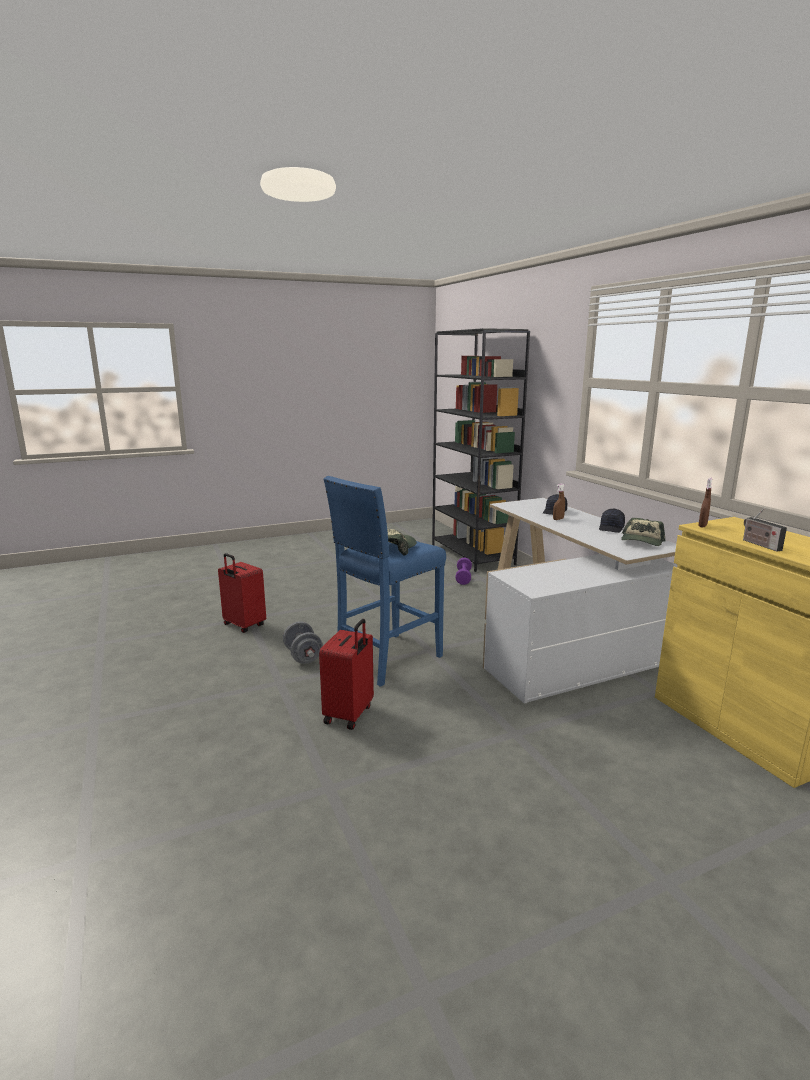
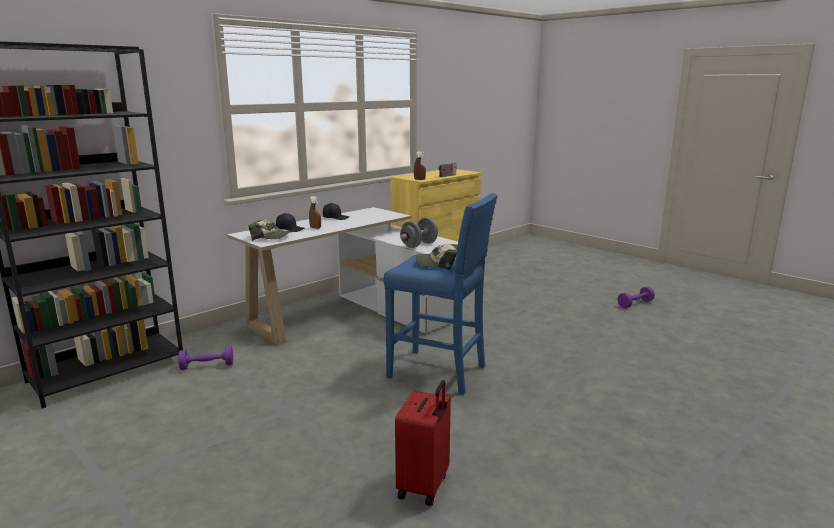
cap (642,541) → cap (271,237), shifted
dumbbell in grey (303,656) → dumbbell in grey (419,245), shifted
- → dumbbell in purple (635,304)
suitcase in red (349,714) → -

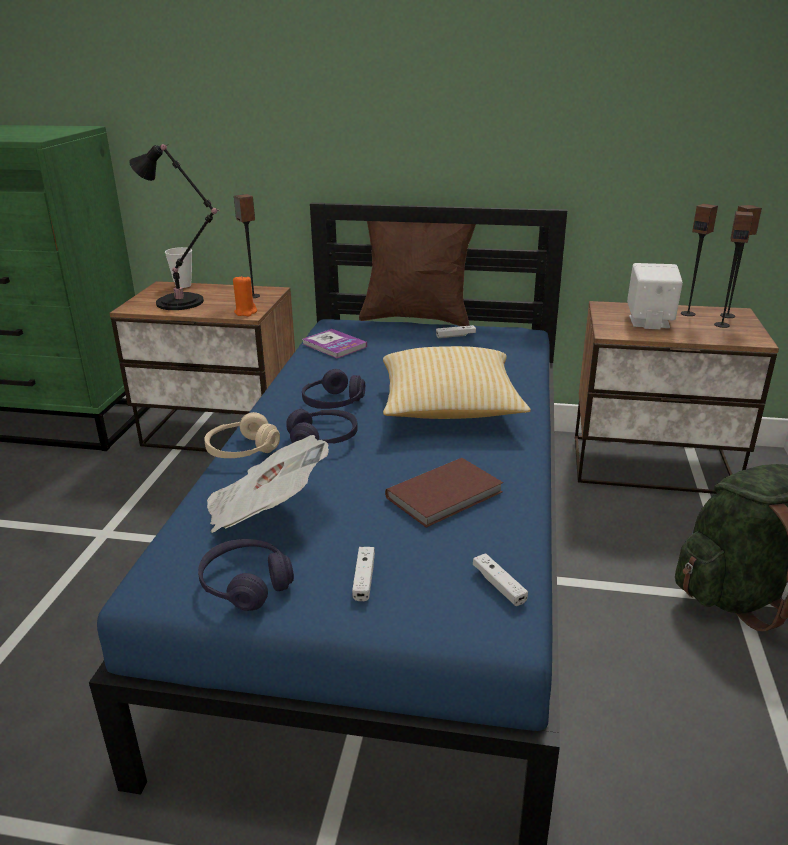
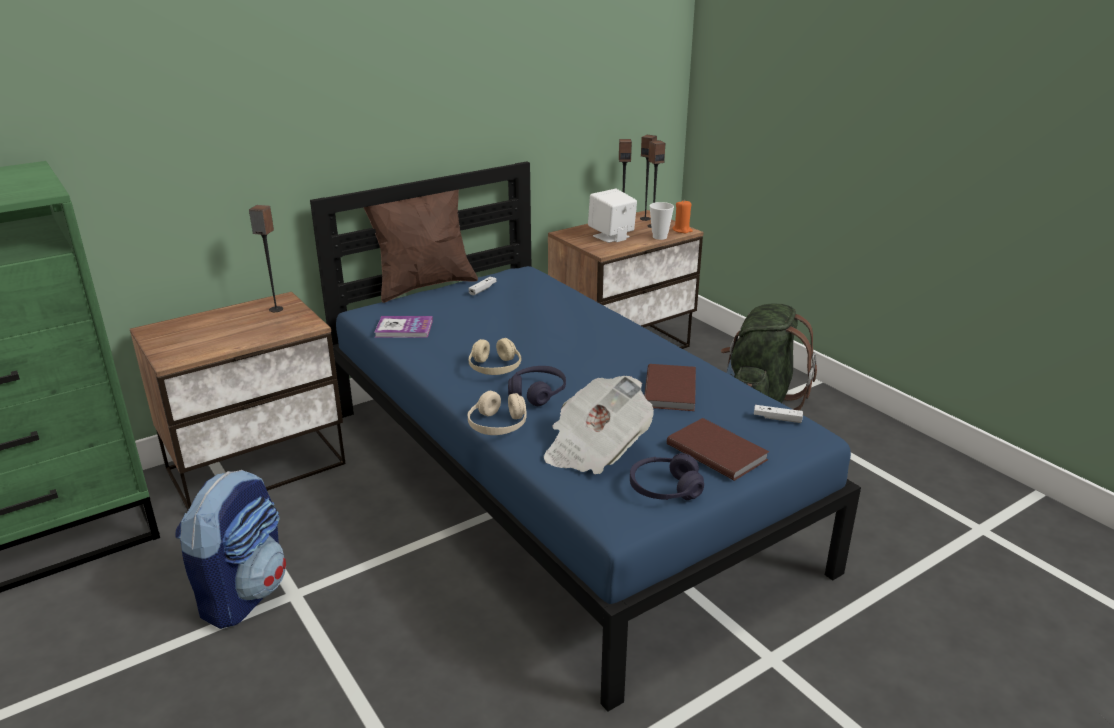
- → backpack (244,593)
headphones in purple (333,403) → headphones in beige (495,368)
cup (183,285) → cup (659,237), shifted
game controller in white (364,579) → book in brown (717,451)
candle in orange (245,312) → candle in orange (682,230), shifted
table lamp in black (183,303) → -
pillow (449,408) → -

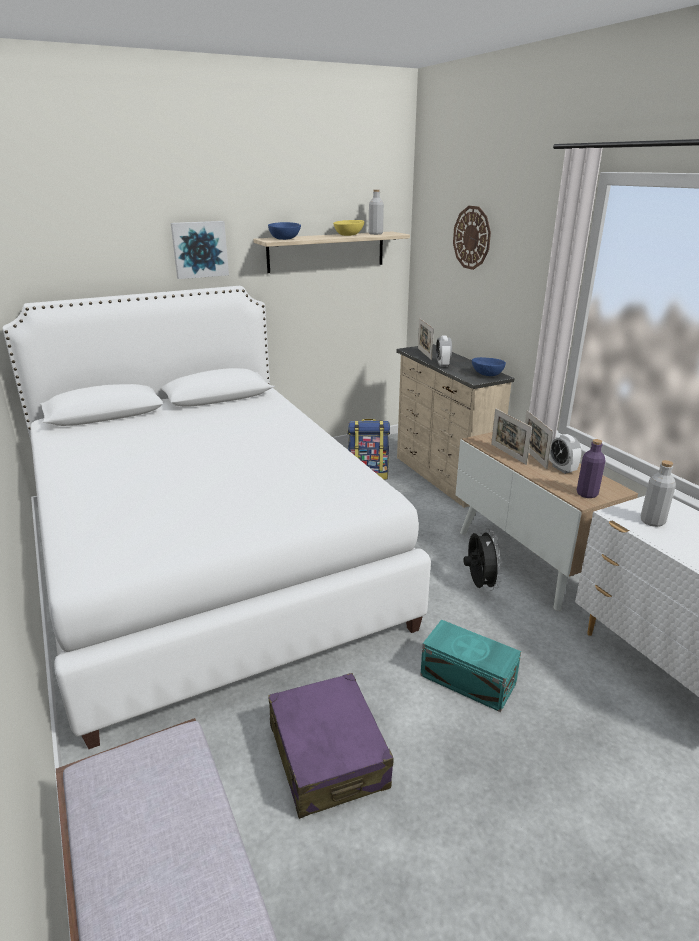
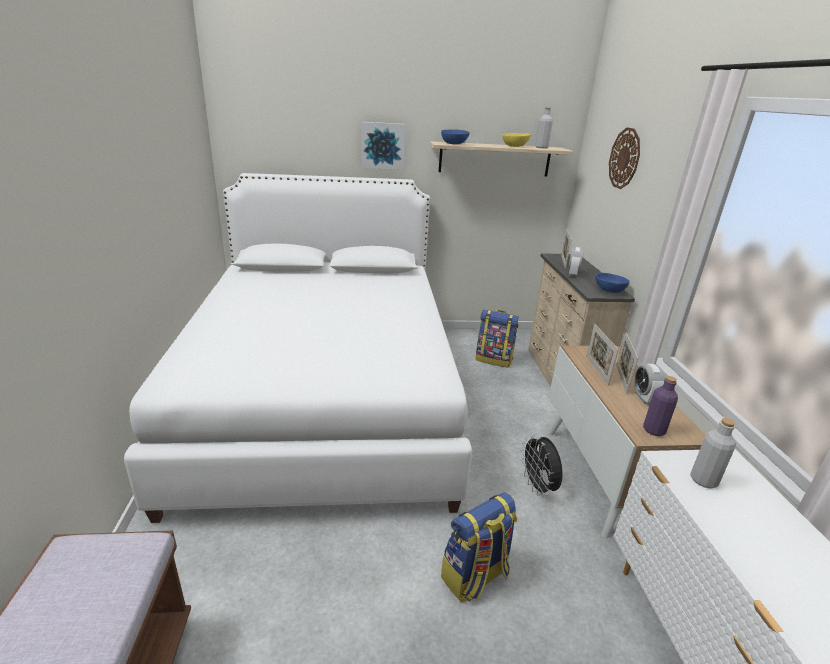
storage box in turquoise (468,681) → backpack (475,577)
fan in black (479,584) → fan in black (538,487), 150 degrees clockwise
suitcase in purple (328,756) → -

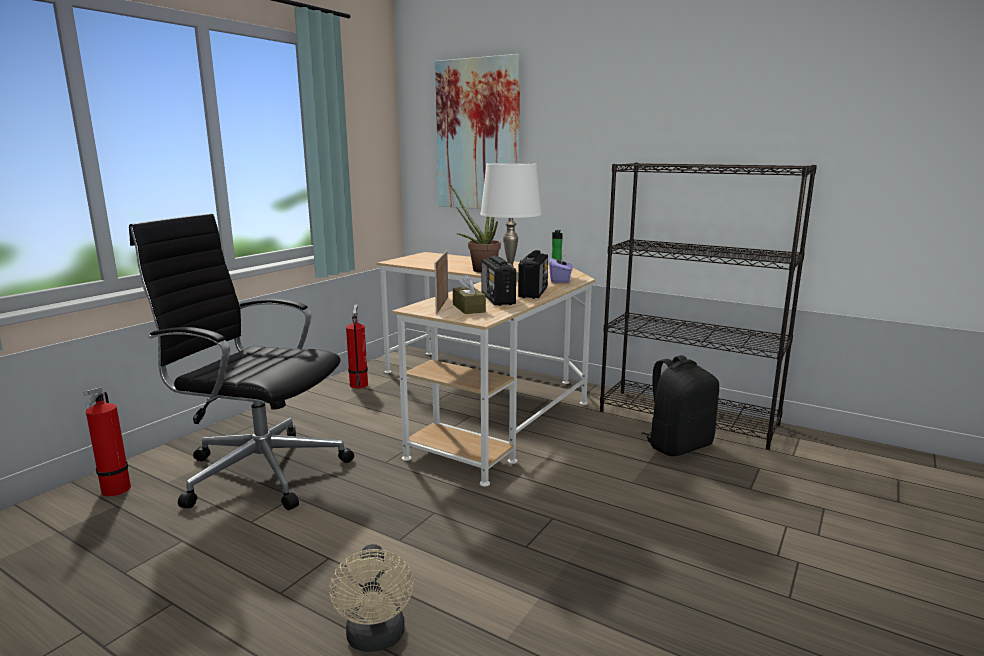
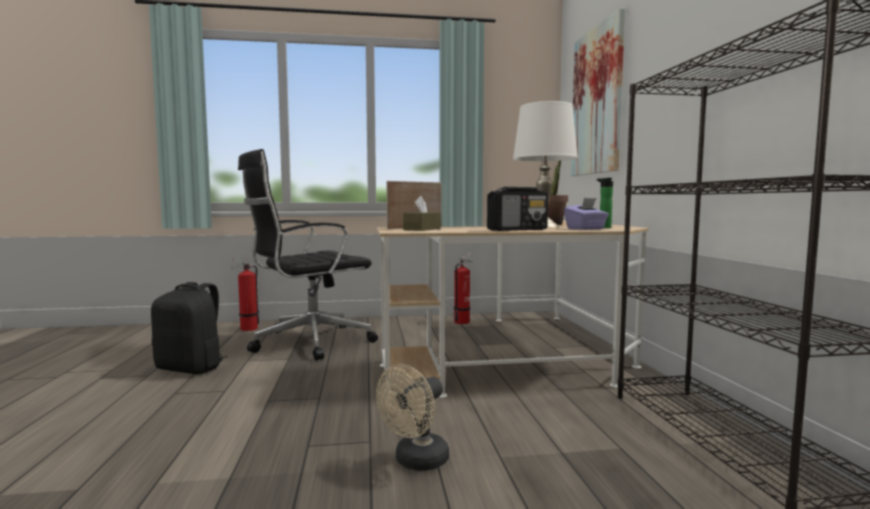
backpack in black (678,445) → backpack in black (191,368), shifted
office chair in black (260,470) → office chair in black (308,342), 105 degrees counterclockwise
fan in beige (376,639) → fan in beige (416,462), shifted
radio (498,299) → -

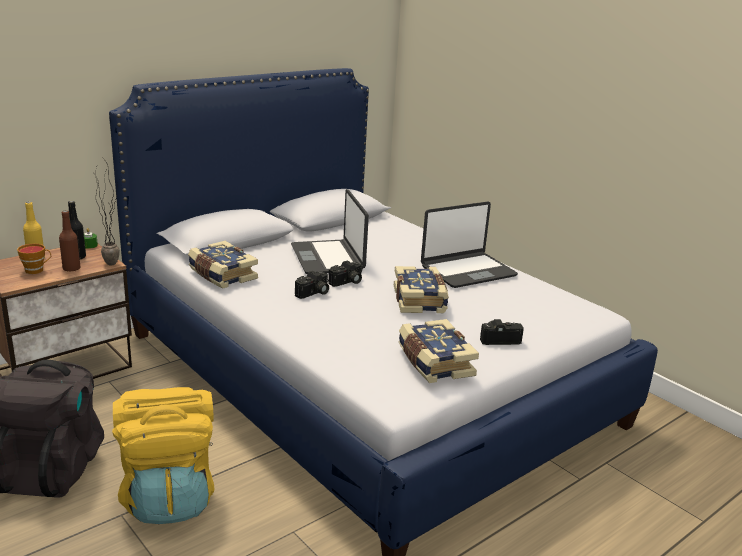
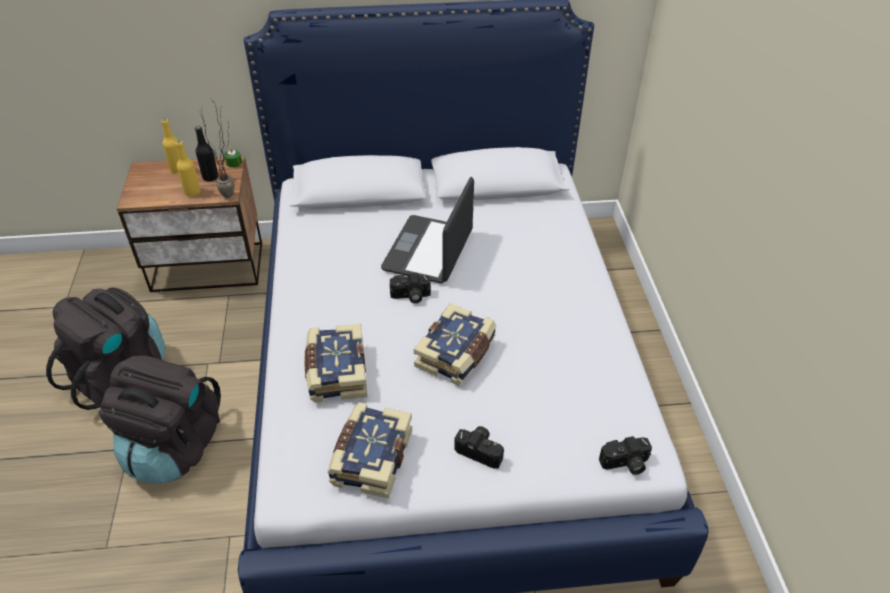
backpack in yellow (169,496) → backpack in black (174,446)
bottle in brown (71,268) → bottle in yellow (192,192)
book (221,275) → book (336,372), shifted
photo camera (314,293) → photo camera (625,464), shifted
cup (36,270) → -
laptop (467,271) → -

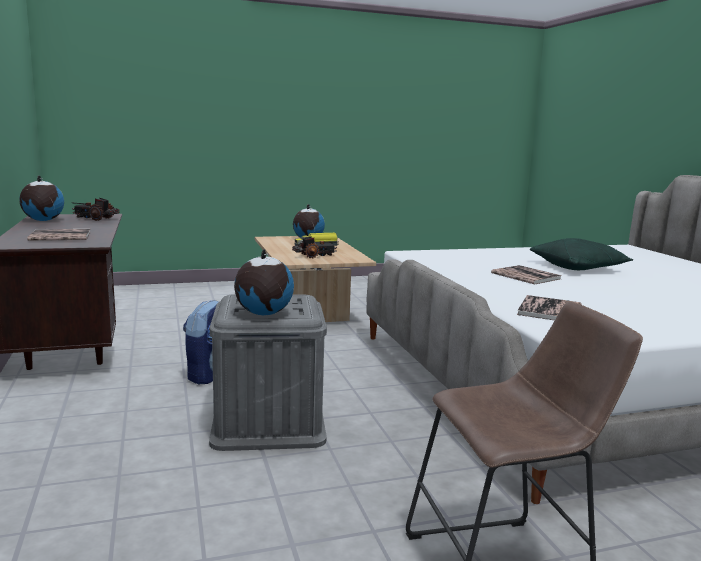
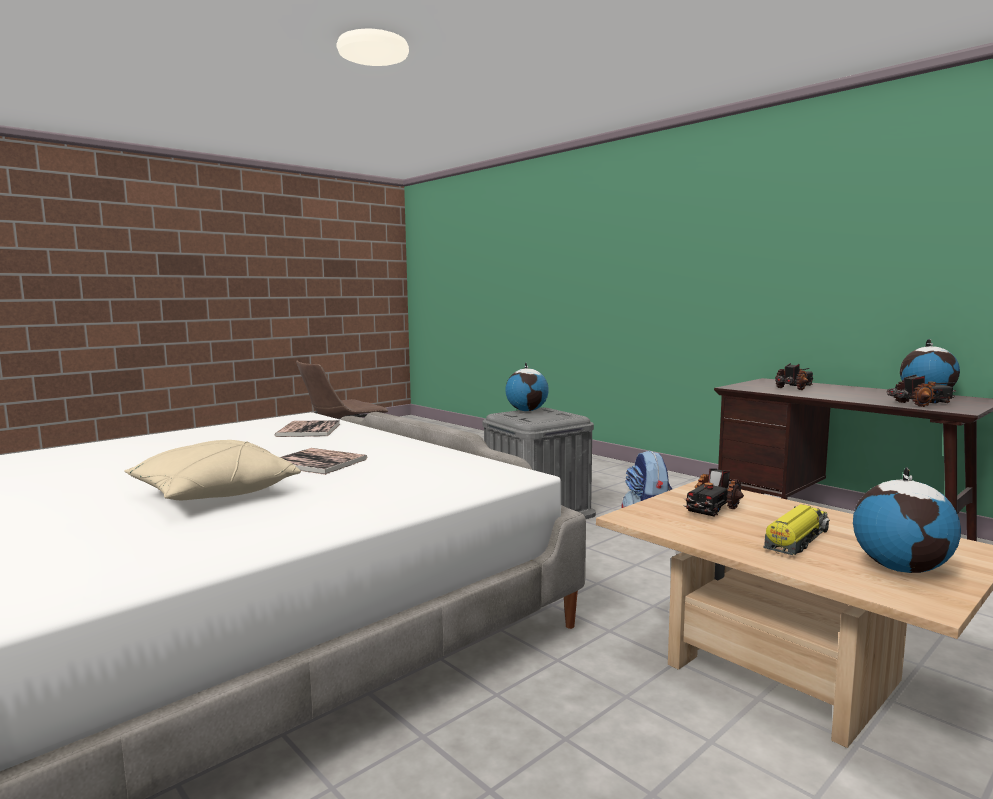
pillow in green (578,267) → pillow in beige (213,495)
book (60,236) → toy truck (794,388)

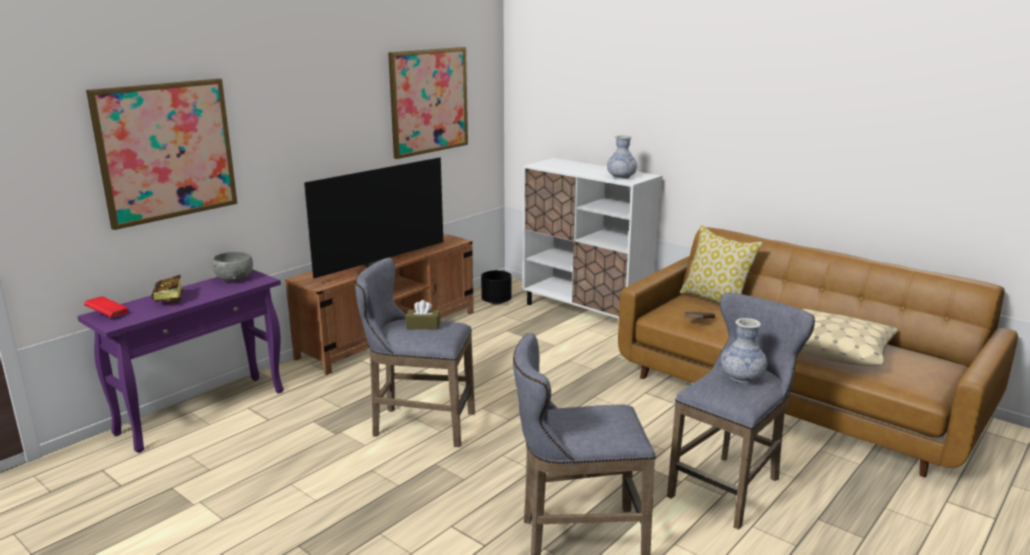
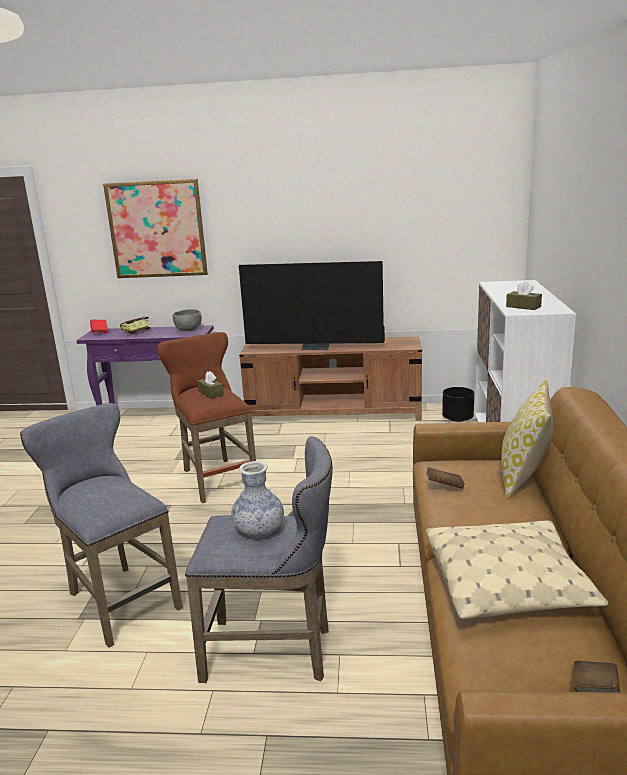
stool in grey (418,425) → stool in brown (216,477)
vase (621,177) → tissue box in brown (523,307)
- → book in brown (594,691)
picture (429,101) → -

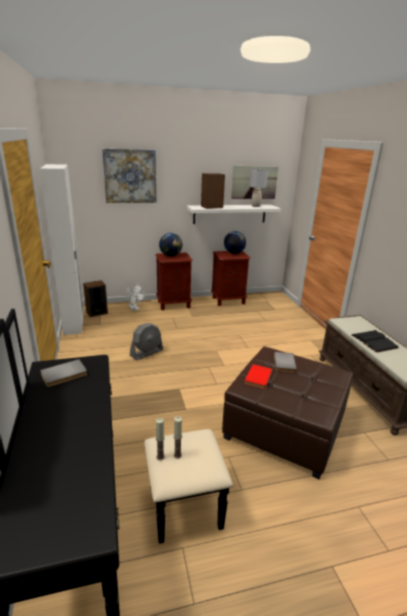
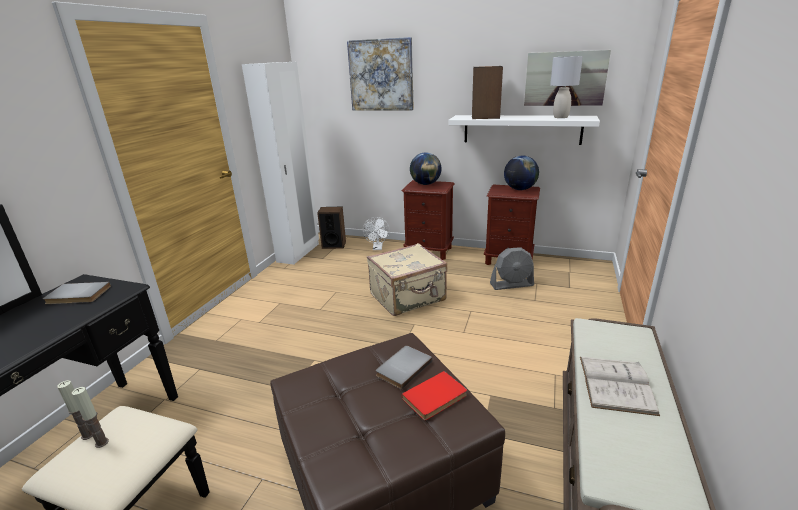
- → suitcase in beige (408,298)
book in red (259,377) → book in red (436,398), shifted
fan in grey (146,353) → fan in grey (511,284), shifted
book in black (374,341) → book in white (616,384)

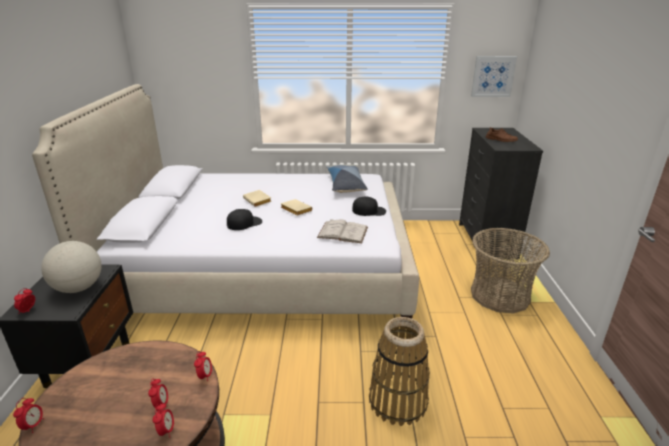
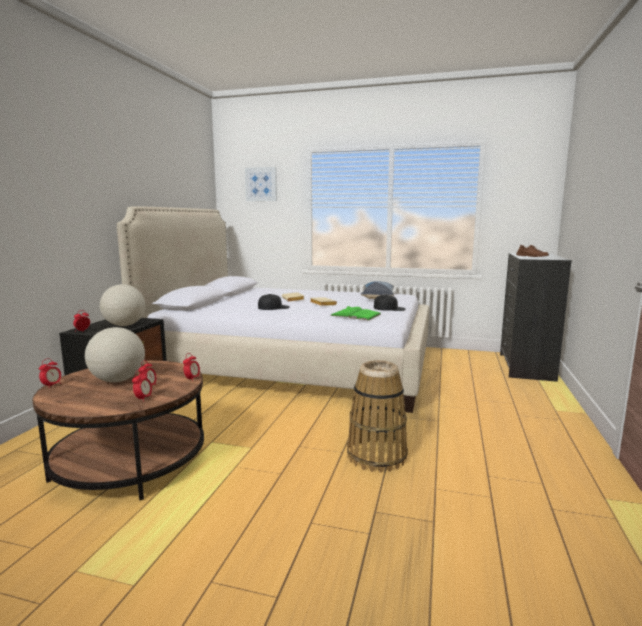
- → globe (118,380)
picture (493,76) → picture (261,184), shifted
book in white (342,232) → book in green (355,315)
basket (499,295) → -

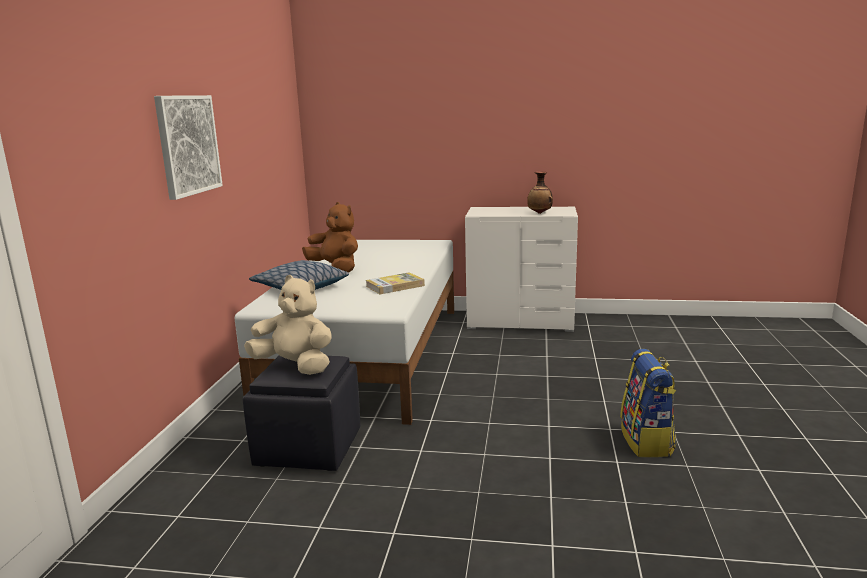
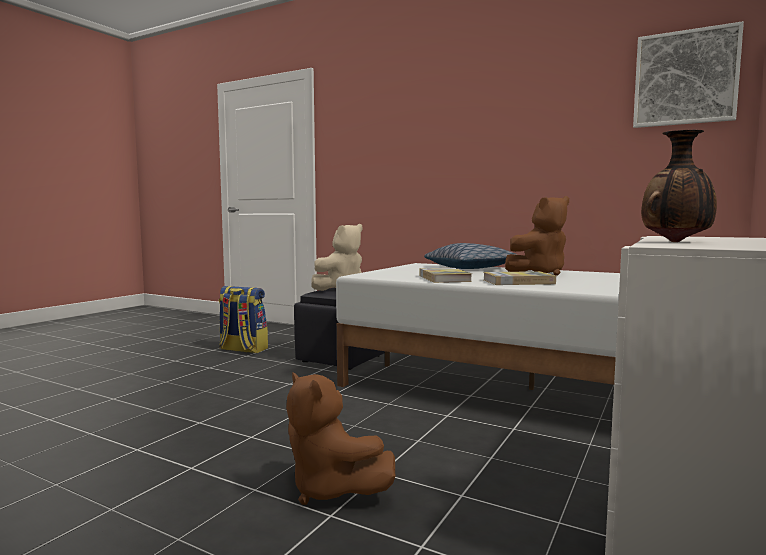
backpack (647,442) → backpack (242,350), shifted
- → plush toy in brown (331,489)
- → book (518,282)
picture (188,145) → picture (685,78), shifted

